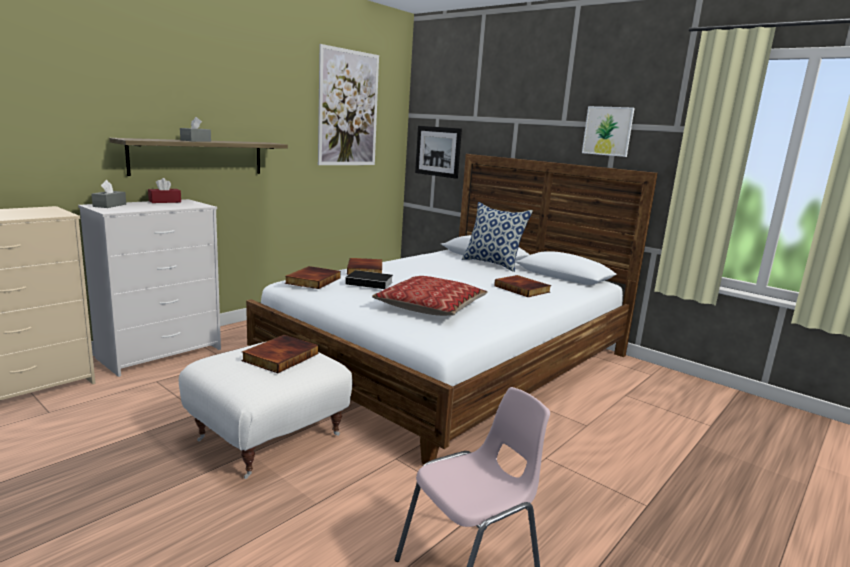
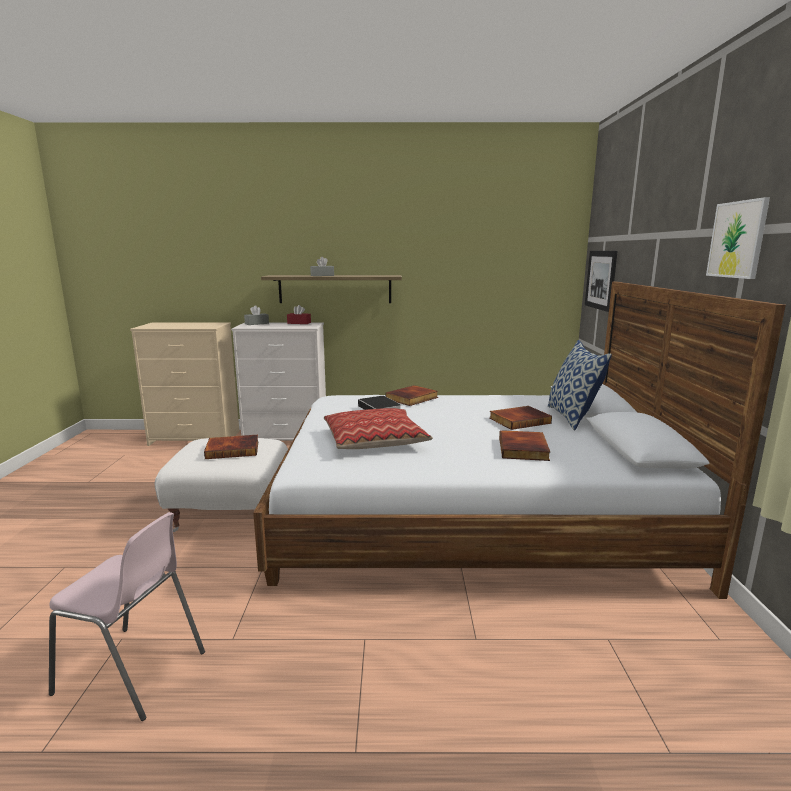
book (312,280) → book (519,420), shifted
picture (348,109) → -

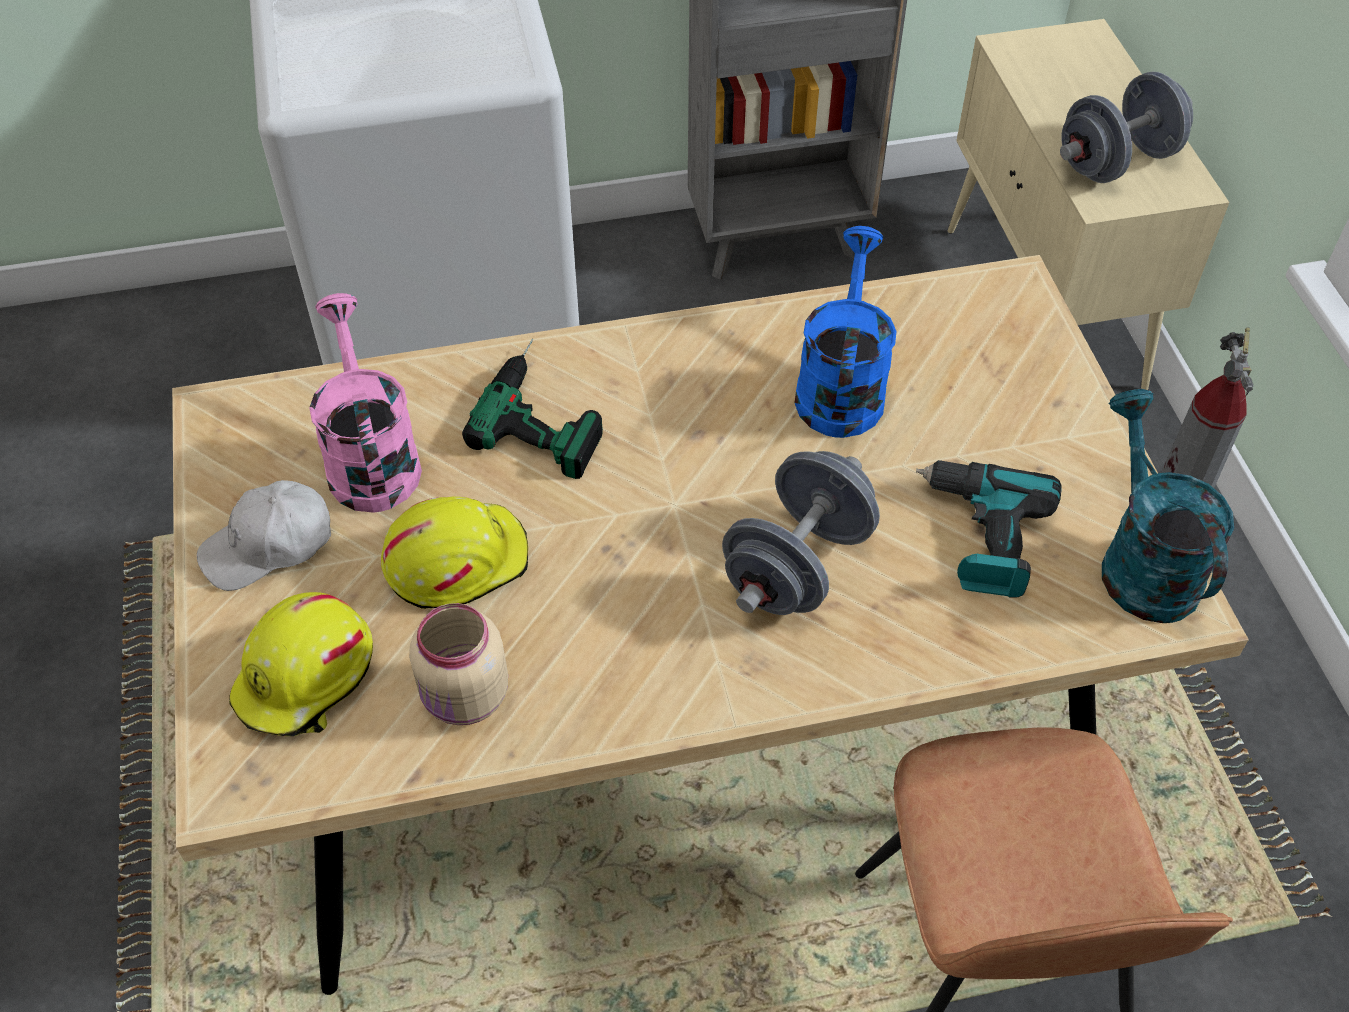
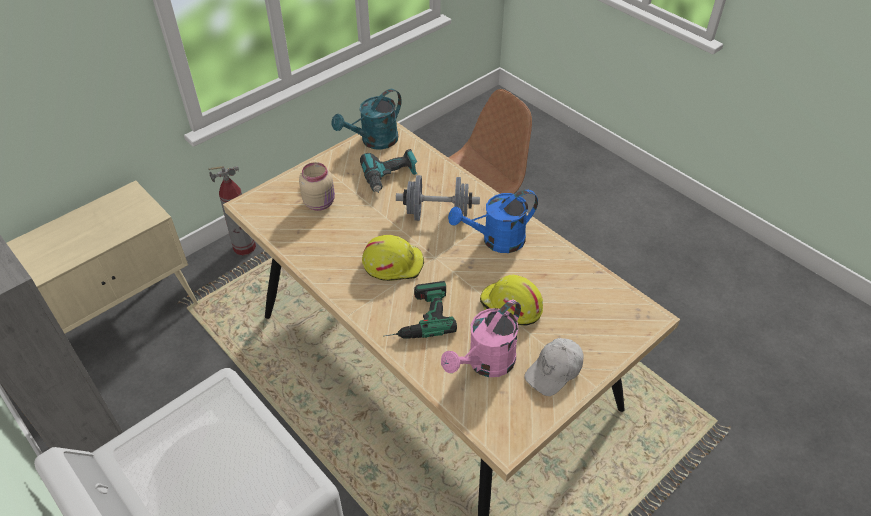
jar in beige (465,698) → jar in beige (320,202), shifted
hard hat in yellow (307,678) → hard hat in yellow (393,263), shifted
watering can in blue (840,386) → watering can in blue (496,241), shifted
cap in white (269,546) → cap in white (554,371), 105 degrees clockwise
dumbbell in grey (1116,162) → -

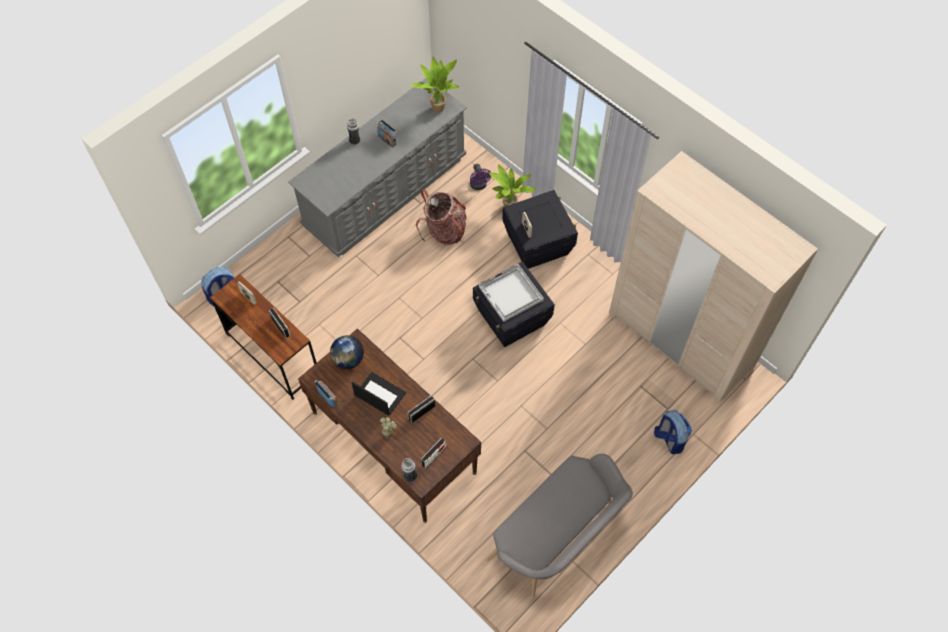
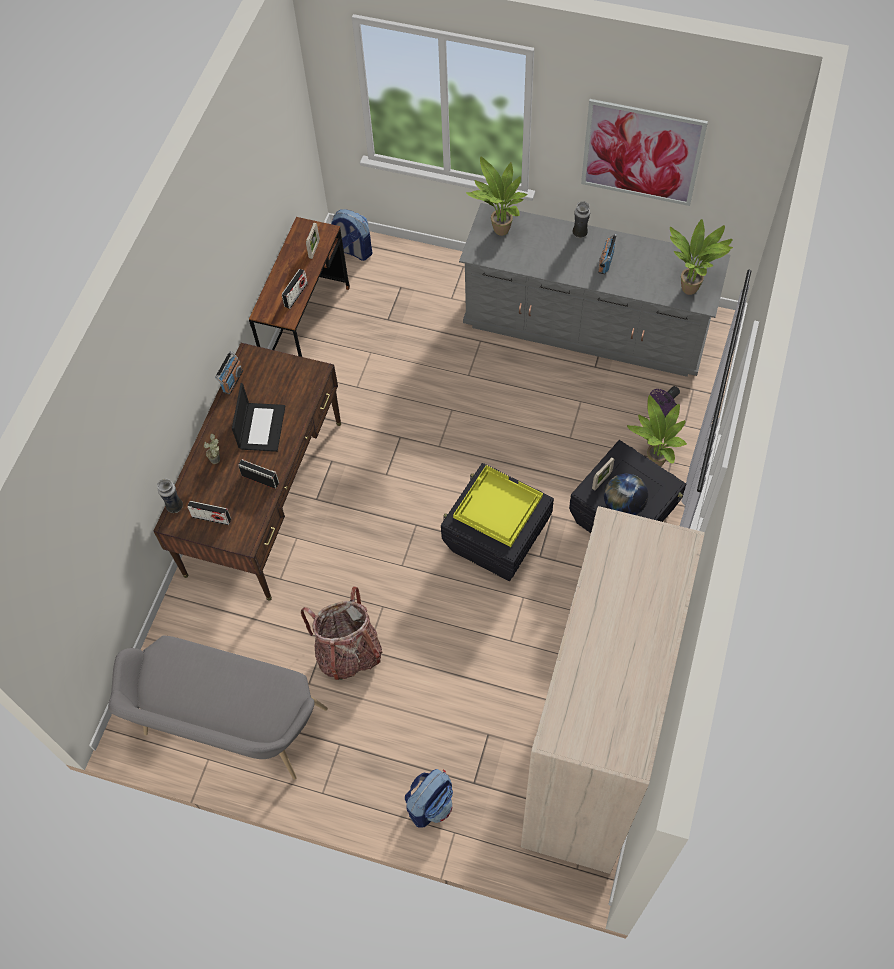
backpack (444,231) → backpack (348,652), shifted
tray in white (510,294) → tray in yellow (497,507)
- → potted plant (498,231)
- → picture (641,153)
globe (348,359) → globe (623,505), shifted

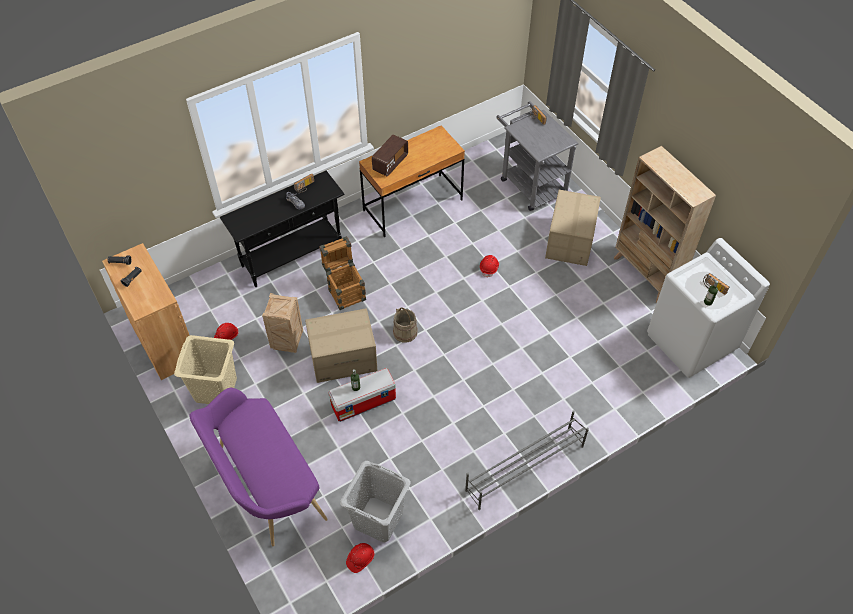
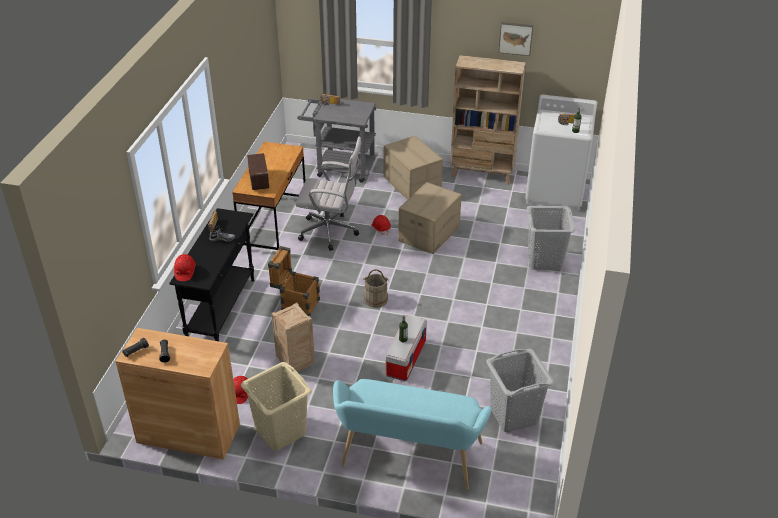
hard hat in red (360,559) → hard hat in red (185,272), shifted
- → office chair in white (331,232)
bench in purple (265,485) → bench in turquoise (408,459)
cardboard box (343,357) → cardboard box (428,233), shifted
- → picture (515,38)
- → laundry basket in grey (545,260)
shoe rack in grey (524,468) → -

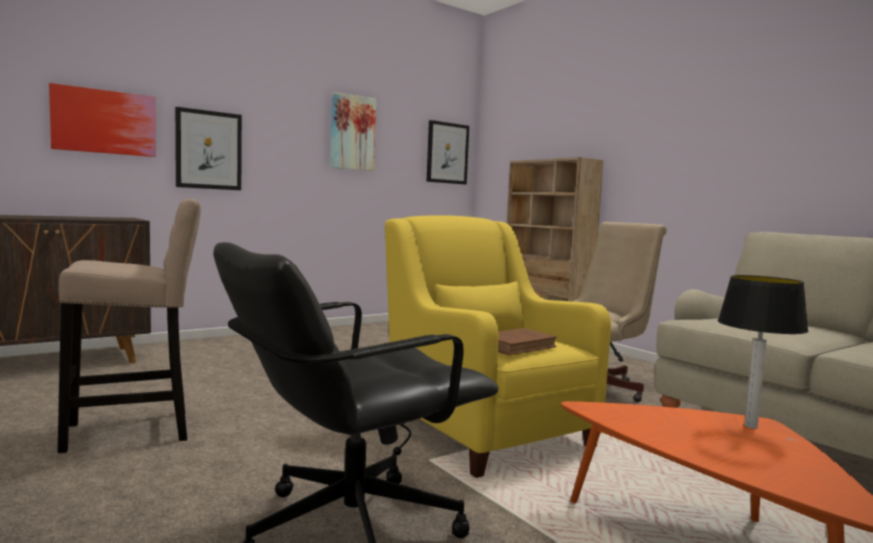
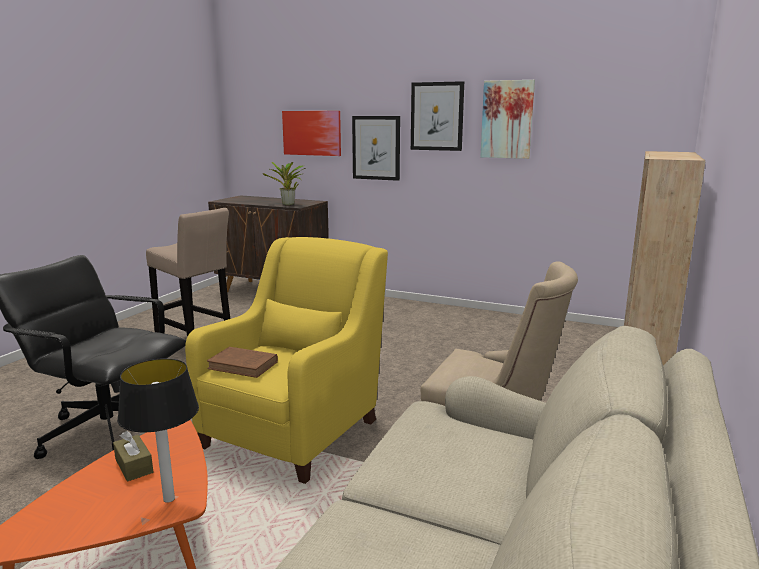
- → tissue box in brown (134,466)
- → potted plant (288,204)
picture (447,153) → picture (437,116), shifted

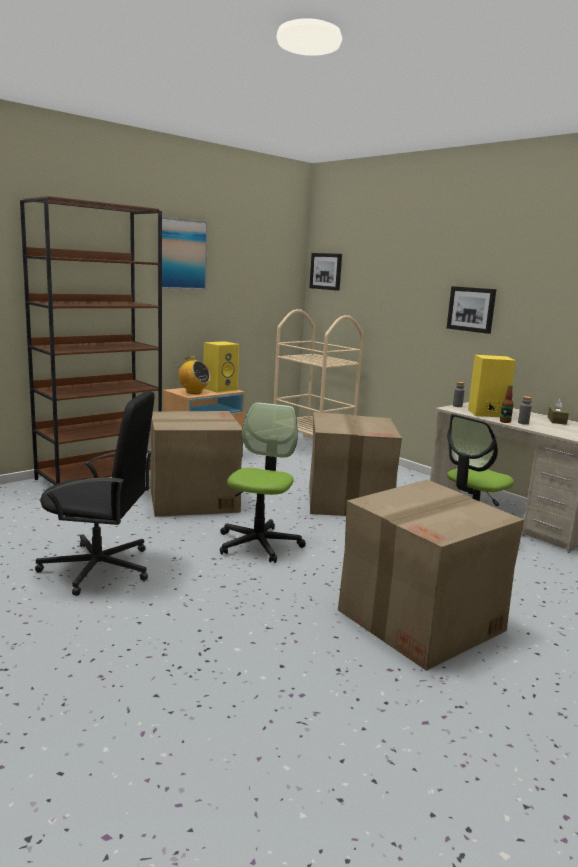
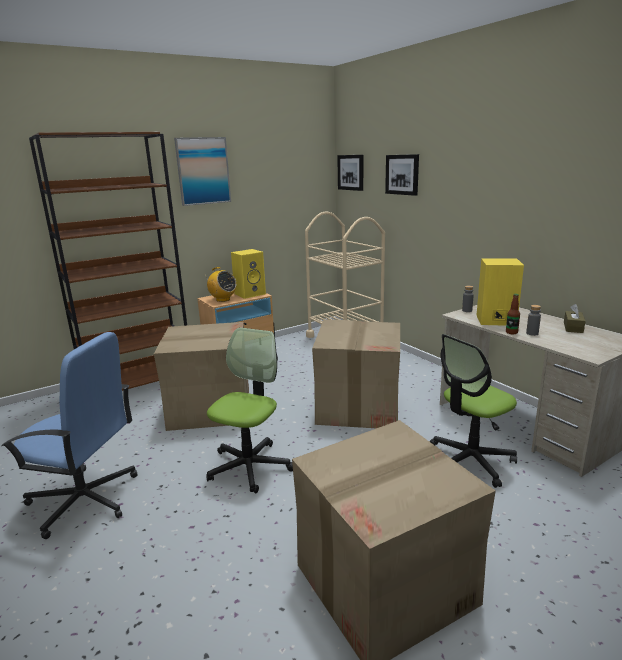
office chair in black (99,568) → office chair in blue (85,500)
picture (471,309) → picture (402,174), shifted

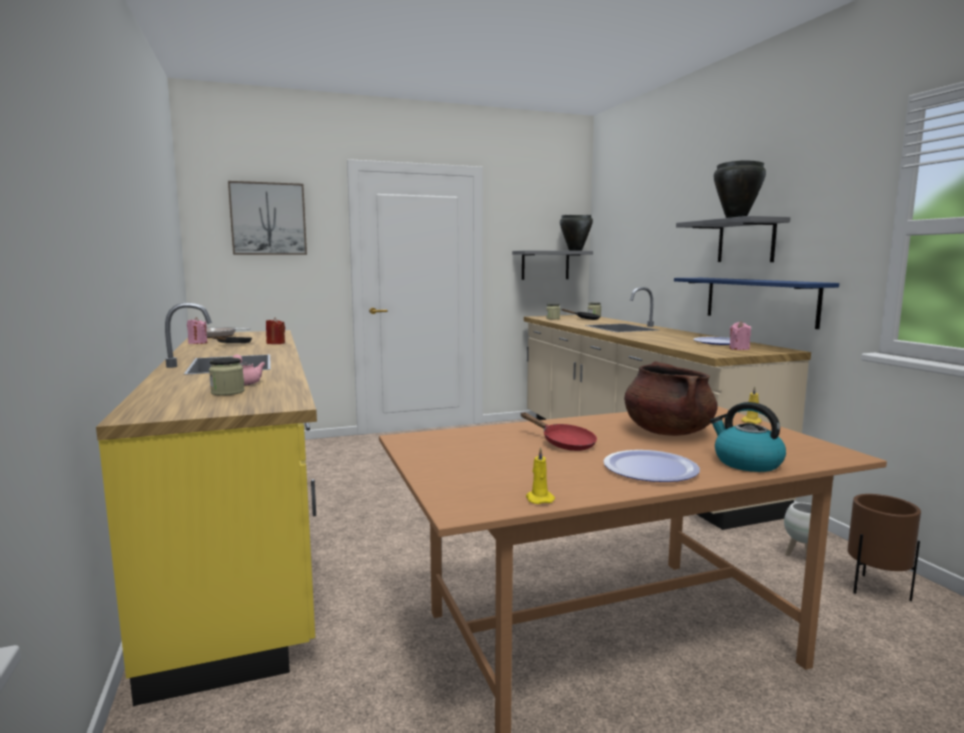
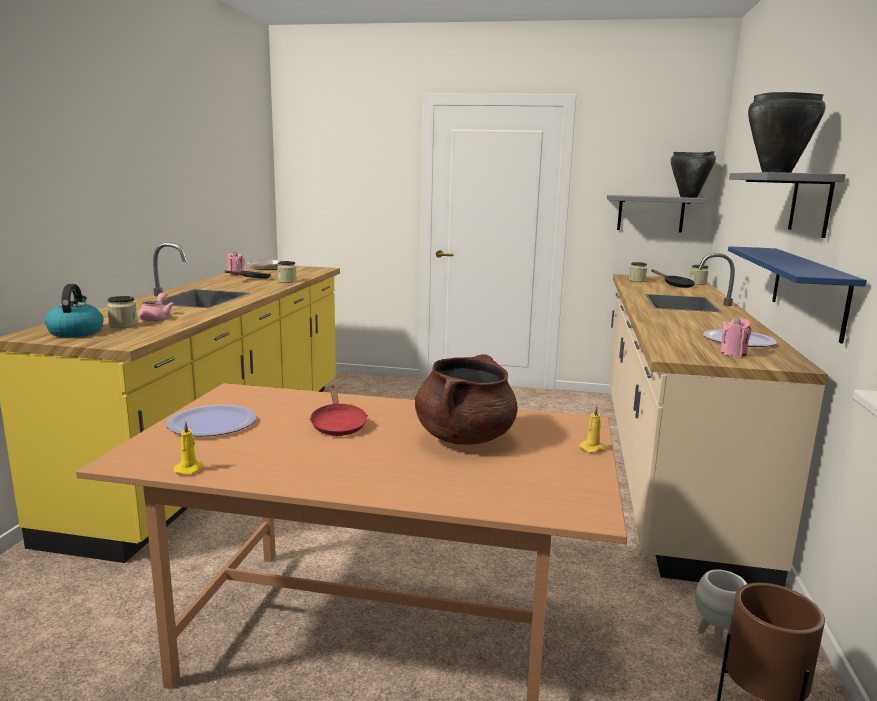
kettle (746,463) → kettle (76,332), shifted
plate (650,468) → plate (212,423), shifted
candle in red (276,343) → jar (287,281)
picture (268,219) → -

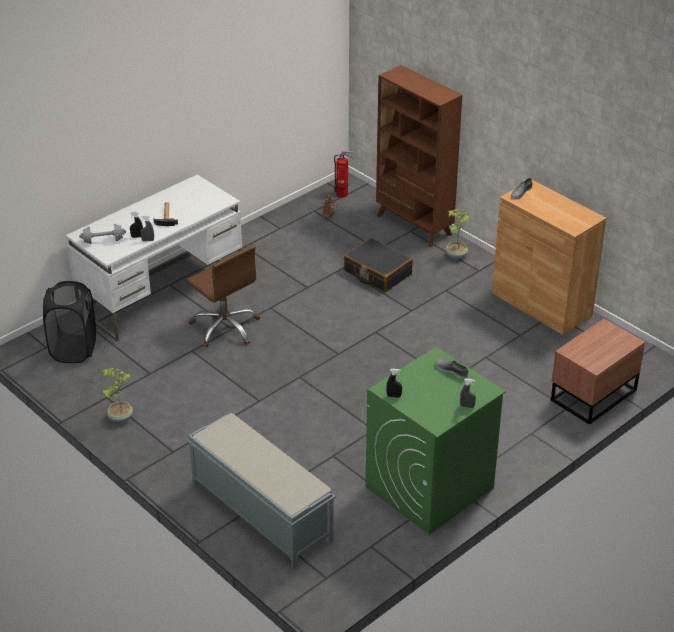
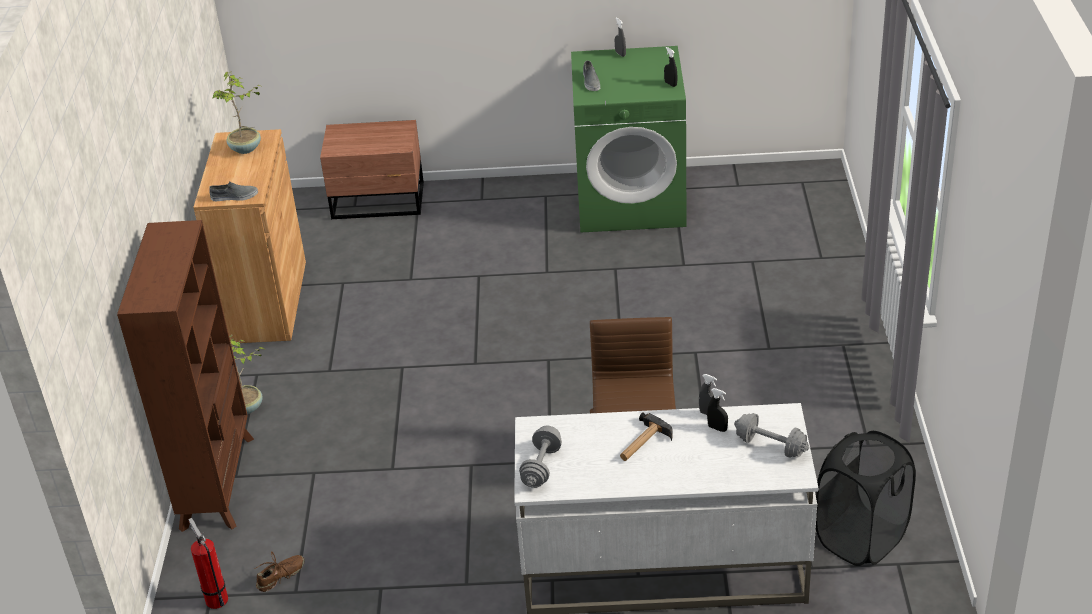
potted plant (120,418) → potted plant (246,149), shifted
- → dumbbell in grey (541,467)
bench in grey (260,512) → -
suitcase in black (377,273) → -

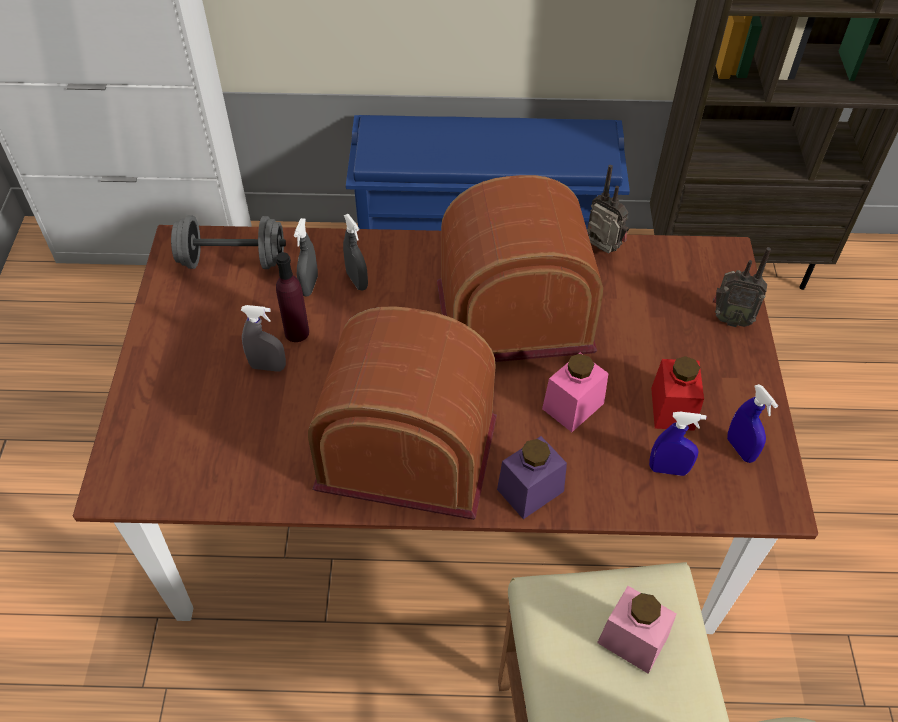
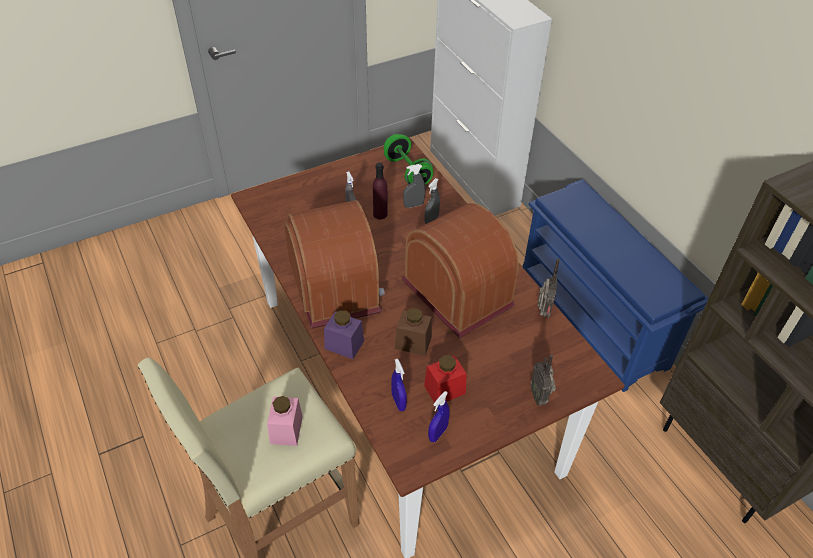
dumbbell in grey (233,260) → dumbbell in green (407,171)
jar in pink (573,406) → jar in brown (413,342)

